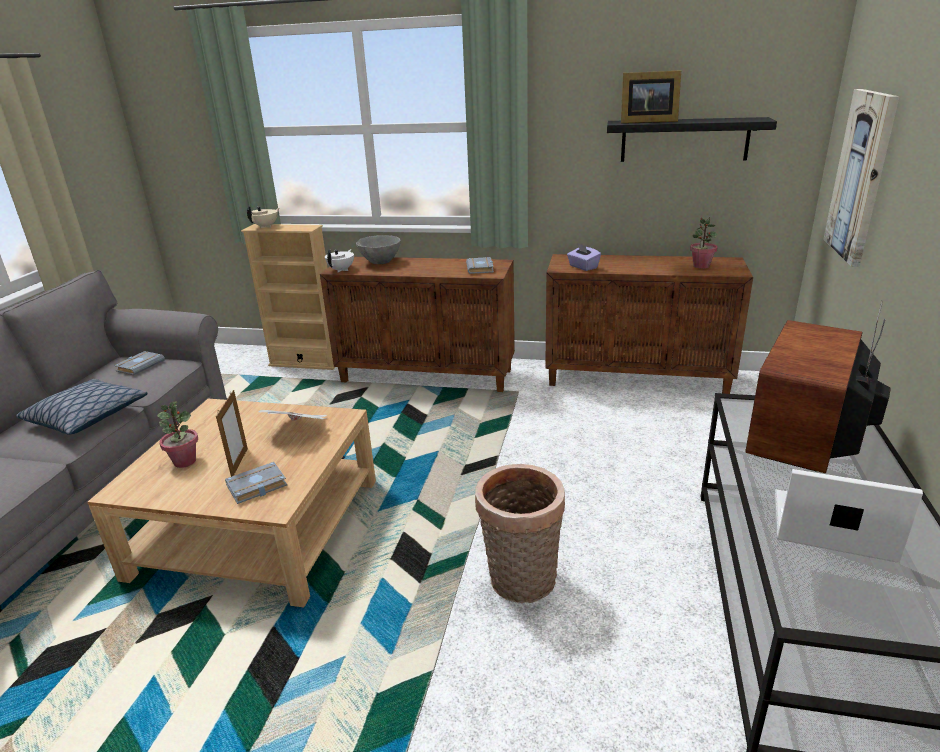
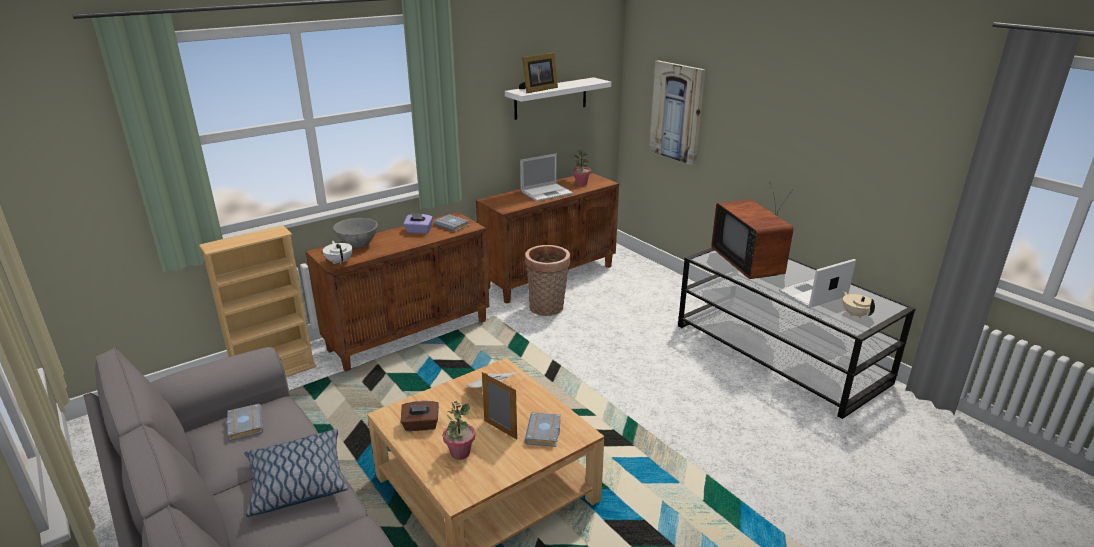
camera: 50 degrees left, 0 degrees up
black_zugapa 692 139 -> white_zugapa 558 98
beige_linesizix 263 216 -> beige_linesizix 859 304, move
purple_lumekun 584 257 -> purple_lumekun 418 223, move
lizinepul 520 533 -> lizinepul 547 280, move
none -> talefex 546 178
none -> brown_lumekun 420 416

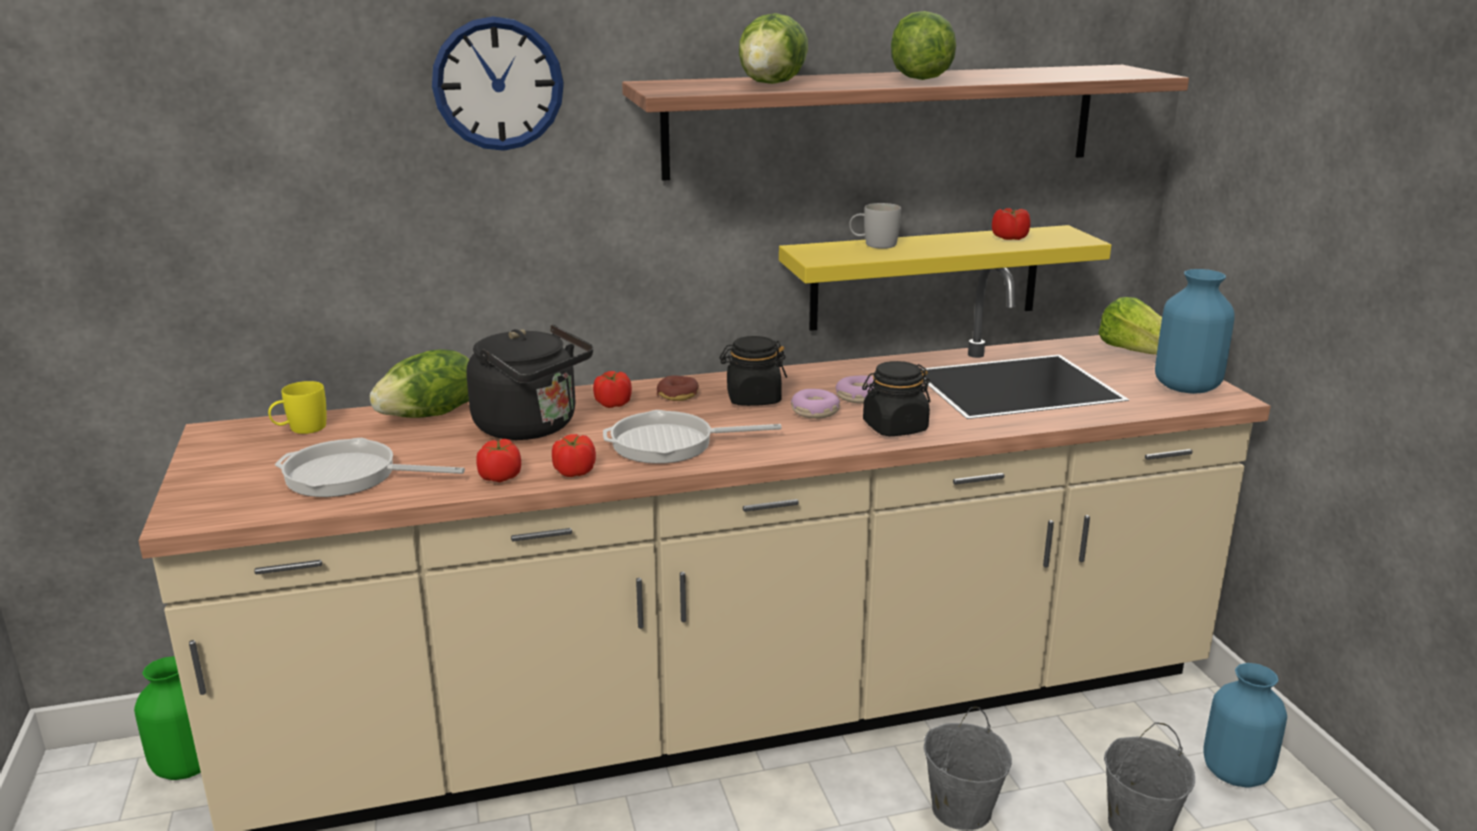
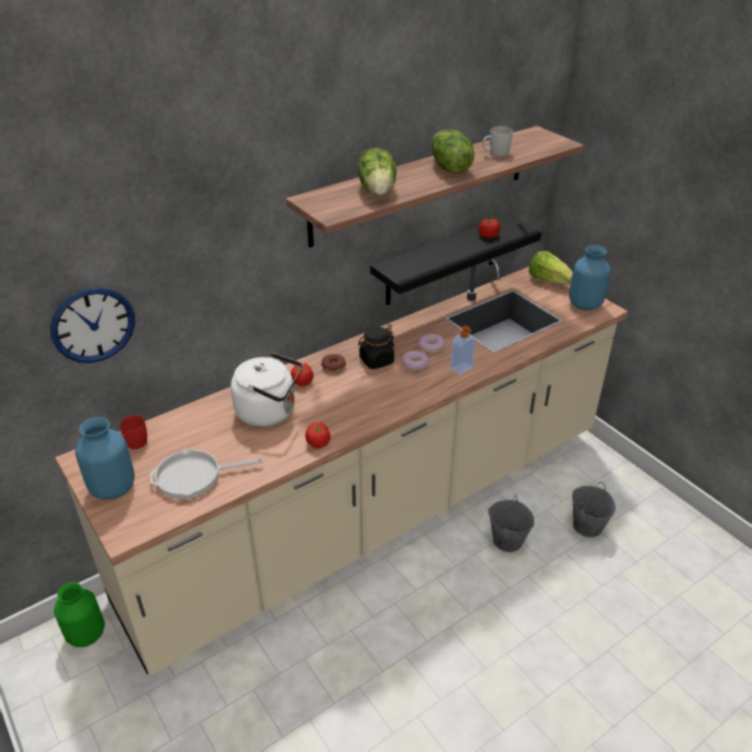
camera: 20 degrees left, 15 degrees up
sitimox 498 83 -> sitimox 92 325, move
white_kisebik 875 226 -> white_kisebik 497 141, move
yellow_zugapa 945 278 -> black_zugapa 456 260
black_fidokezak 529 382 -> white_fidokezak 267 389
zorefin 419 383 -> none
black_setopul 896 398 -> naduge 463 350
yellow_kisebik 297 407 -> red_kisebik 133 432
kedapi 692 437 -> none
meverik 498 460 -> none
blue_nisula 1245 725 -> blue_nisula 105 458, move

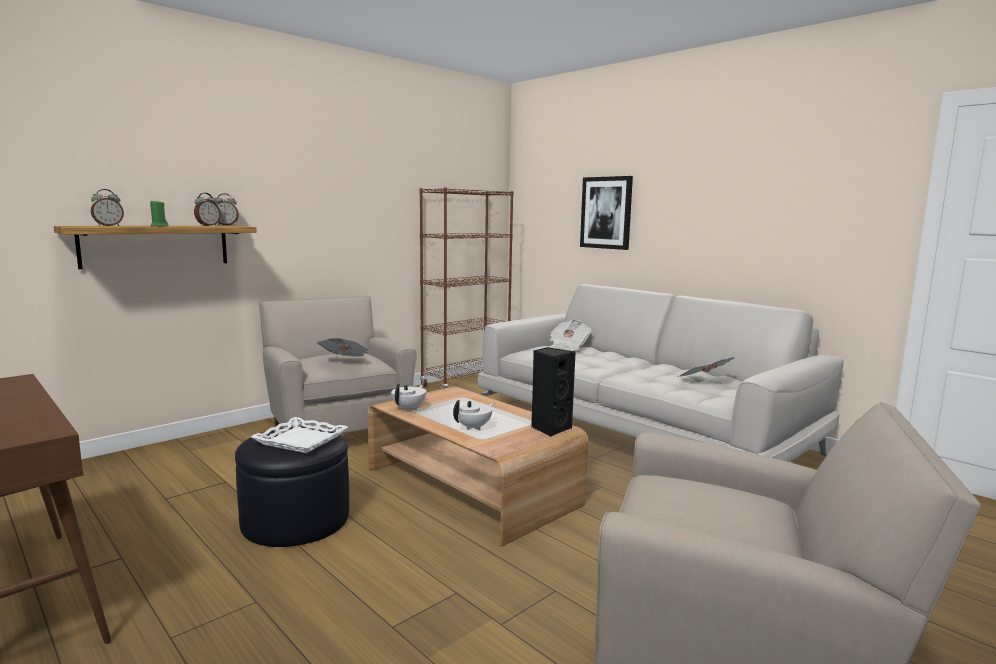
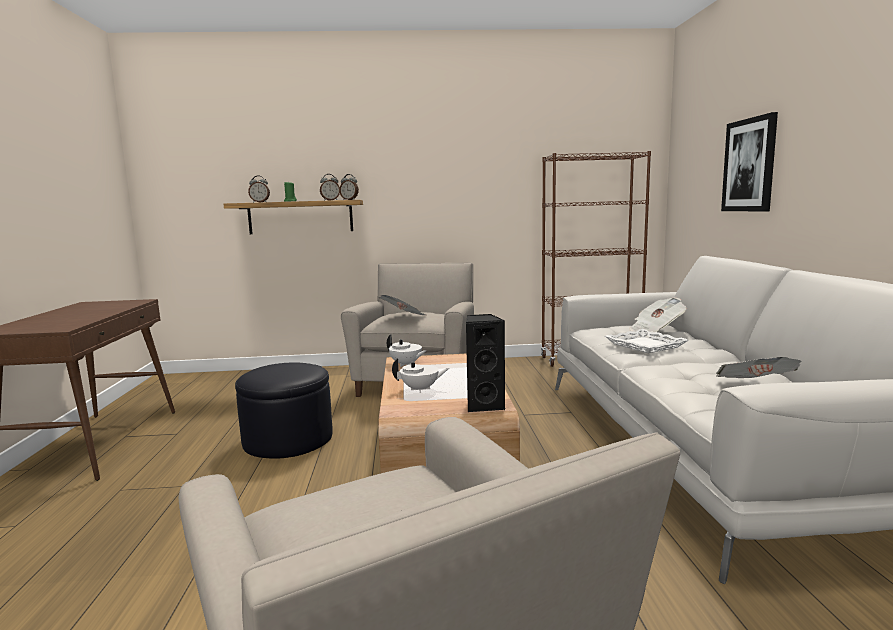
camera: 40 degrees right, 0 degrees up
white_linesizix 408 397 -> white_linesizix 407 350, 60 degrees clockwise
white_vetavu 299 435 -> white_vetavu 646 341, move

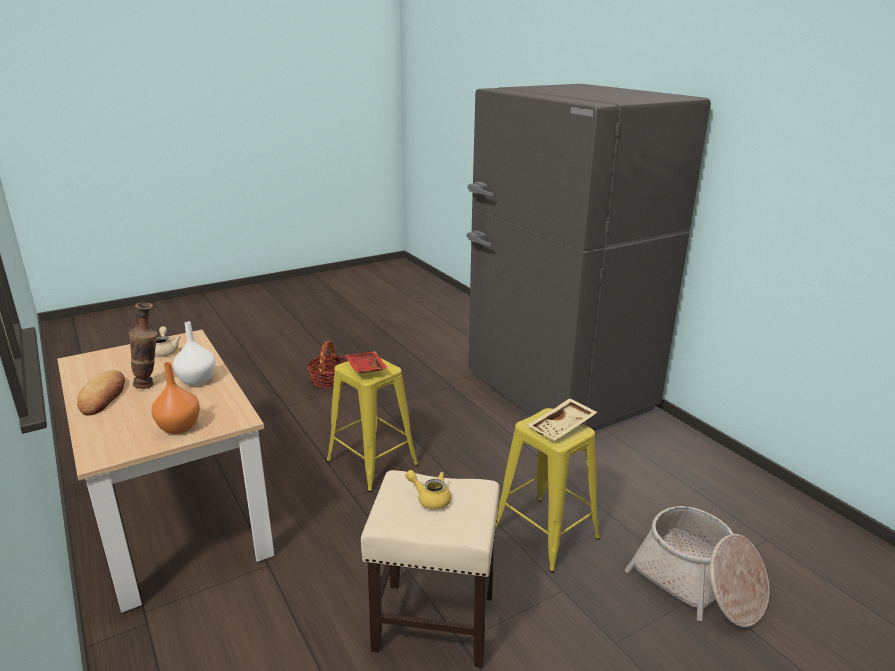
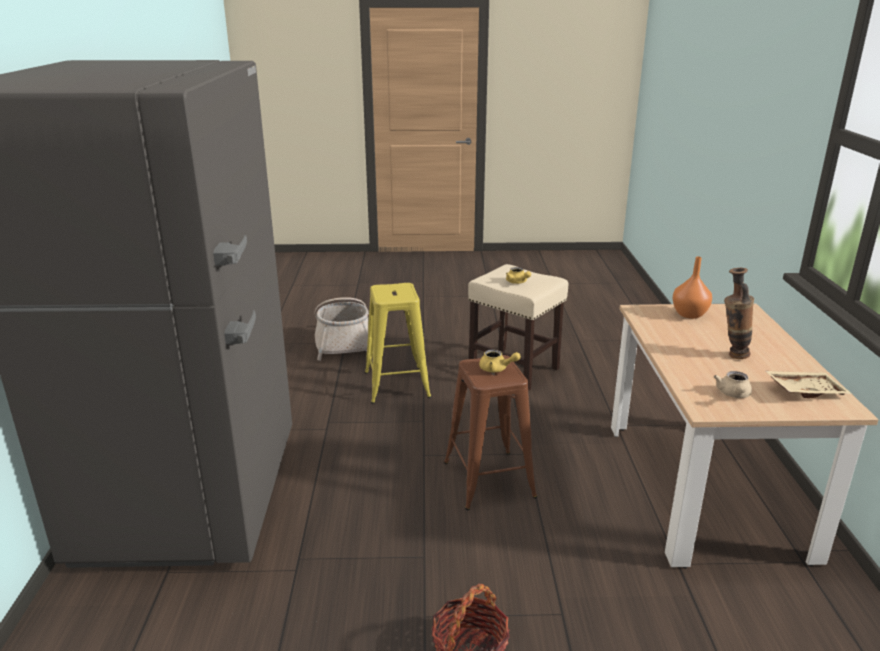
camera: 150 degrees left, 0 degrees up
white_nisula 194 353 -> none
red_vetavu 366 362 -> yellow_linesizix 500 361
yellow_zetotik 372 425 -> brown_zetotik 490 432
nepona 101 392 -> none
beige_vetavu 562 419 -> beige_vetavu 809 384, move

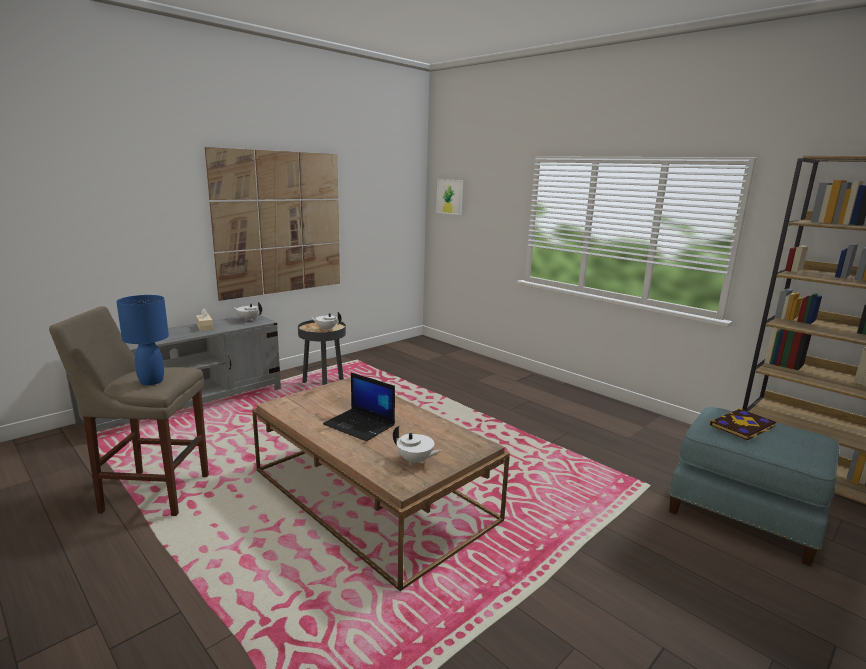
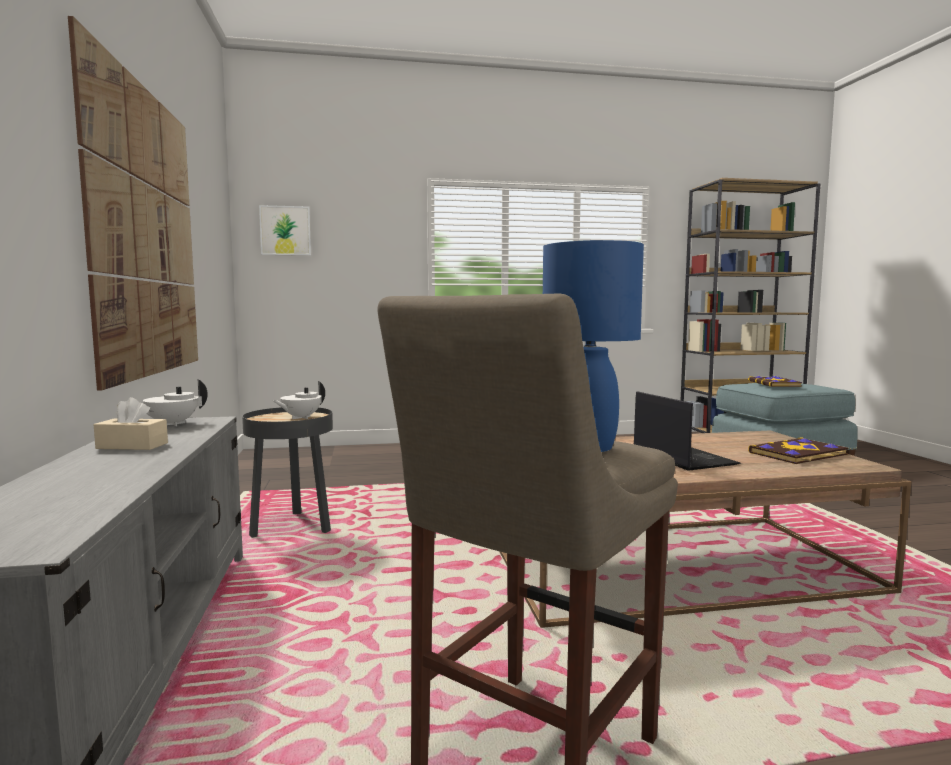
camera: 55 degrees left, 10 degrees down
talefex 359 406 -> talefex 687 431, 90 degrees counterclockwise
white_linesizix 417 445 -> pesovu 798 450

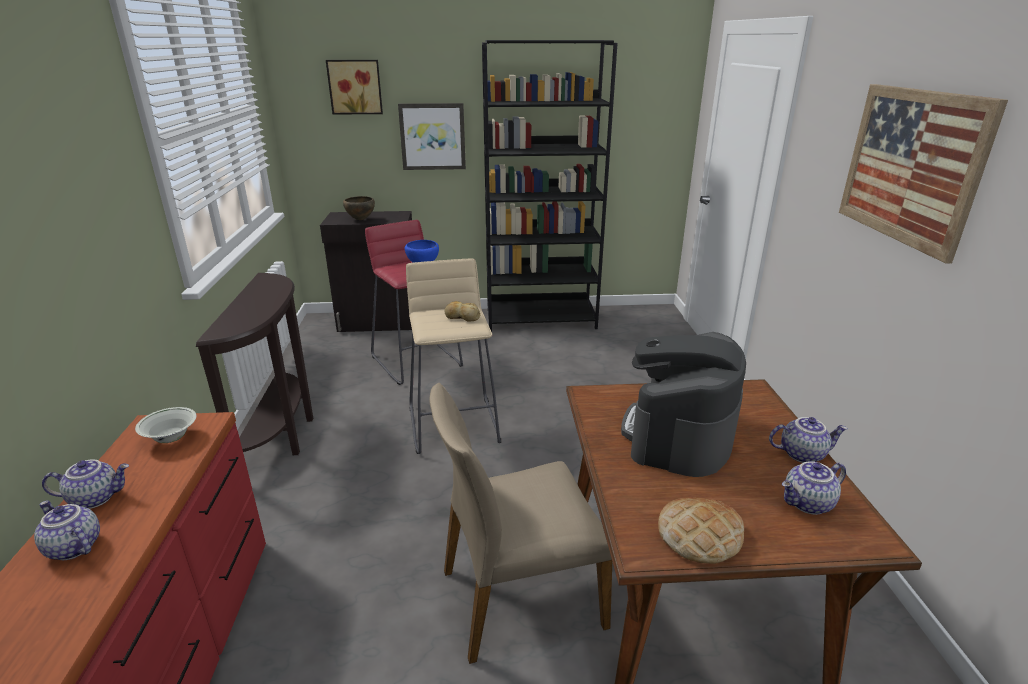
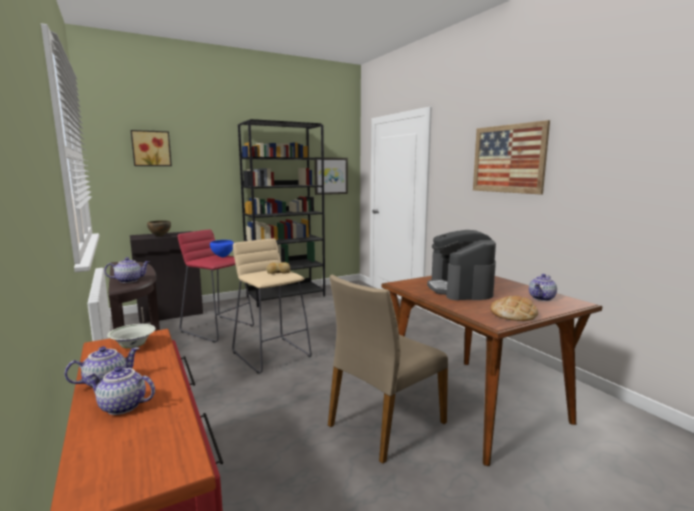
camera: 25 degrees left, 15 degrees down
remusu 432 136 -> remusu 331 176, move
linesizix 808 440 -> linesizix 126 270, move

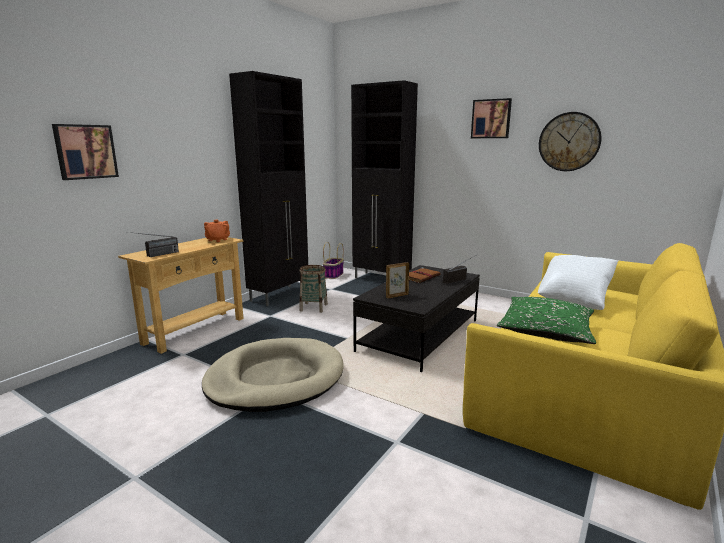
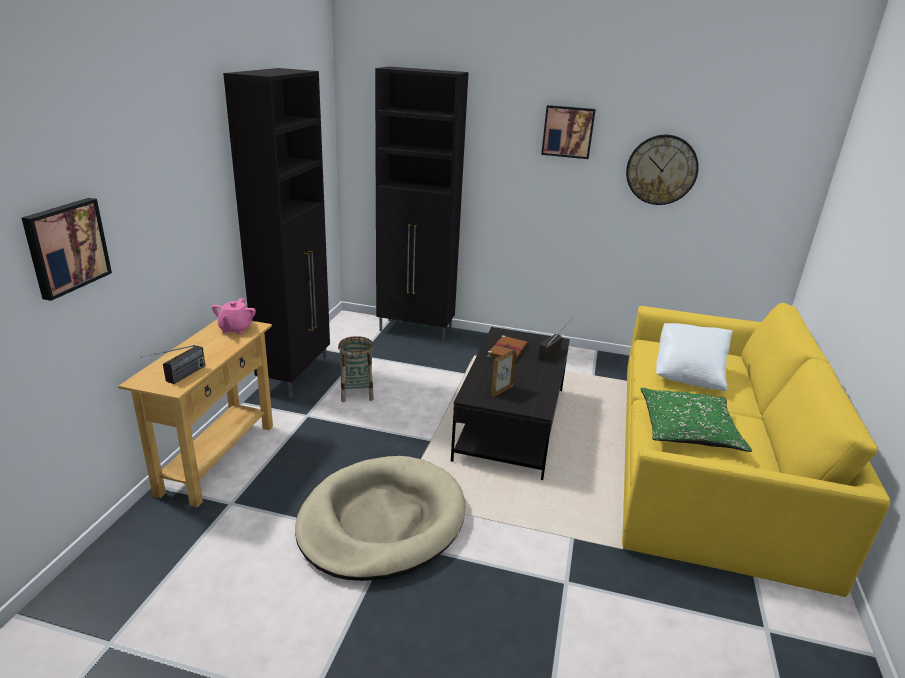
camera: 20 degrees left, 10 degrees up
orange_linesizix 217 231 -> pink_linesizix 234 316
lizinepul 333 260 -> none

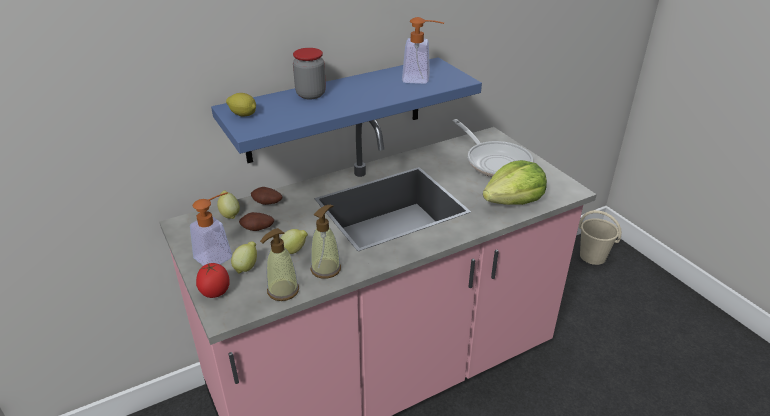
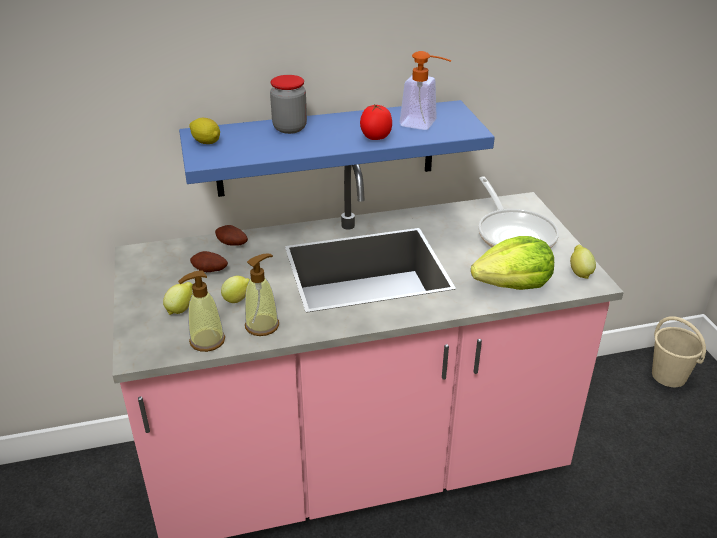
camera: 15 degrees right, 0 degrees up
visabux 228 204 -> visabux 583 262, move
naduge 211 229 -> none
meverik 213 280 -> meverik 376 122, move

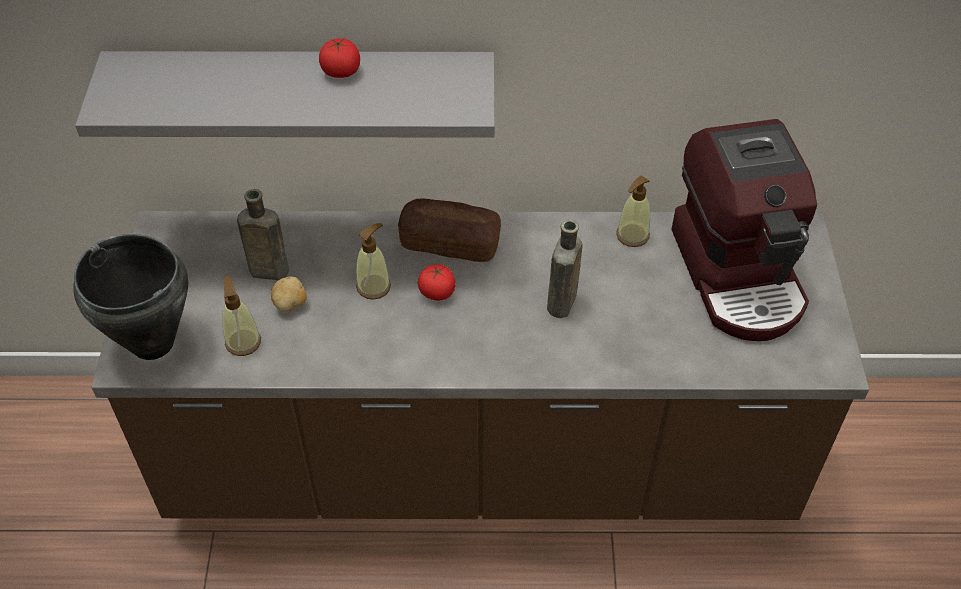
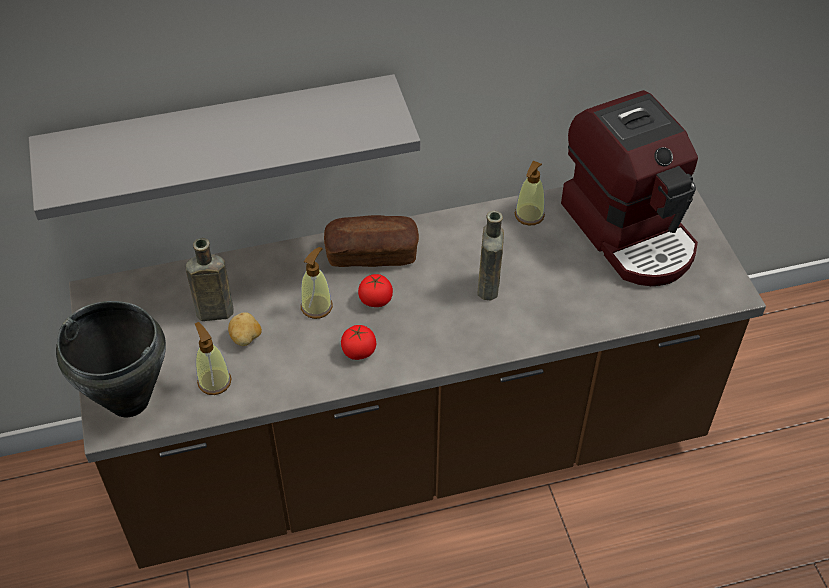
camera: 15 degrees left, 0 degrees up
meverik 339 58 -> meverik 358 342, move

